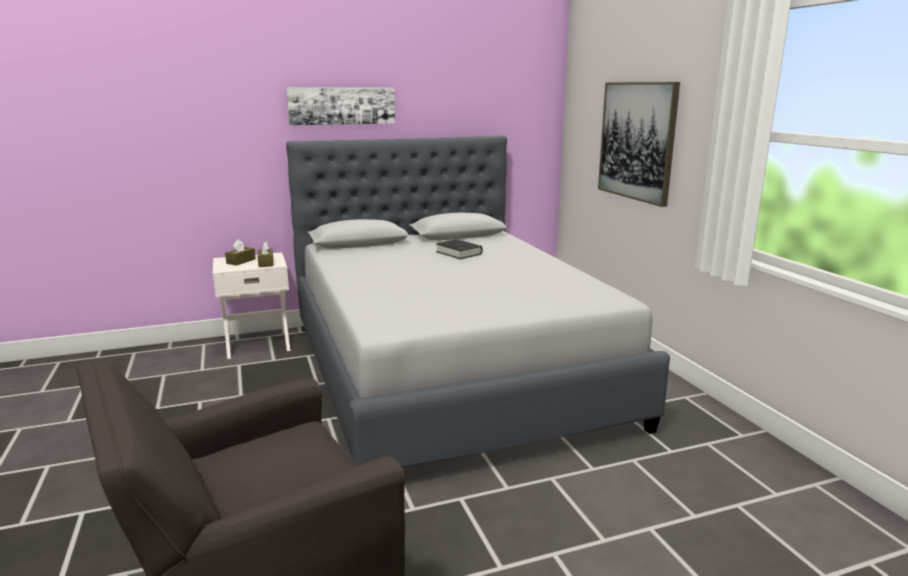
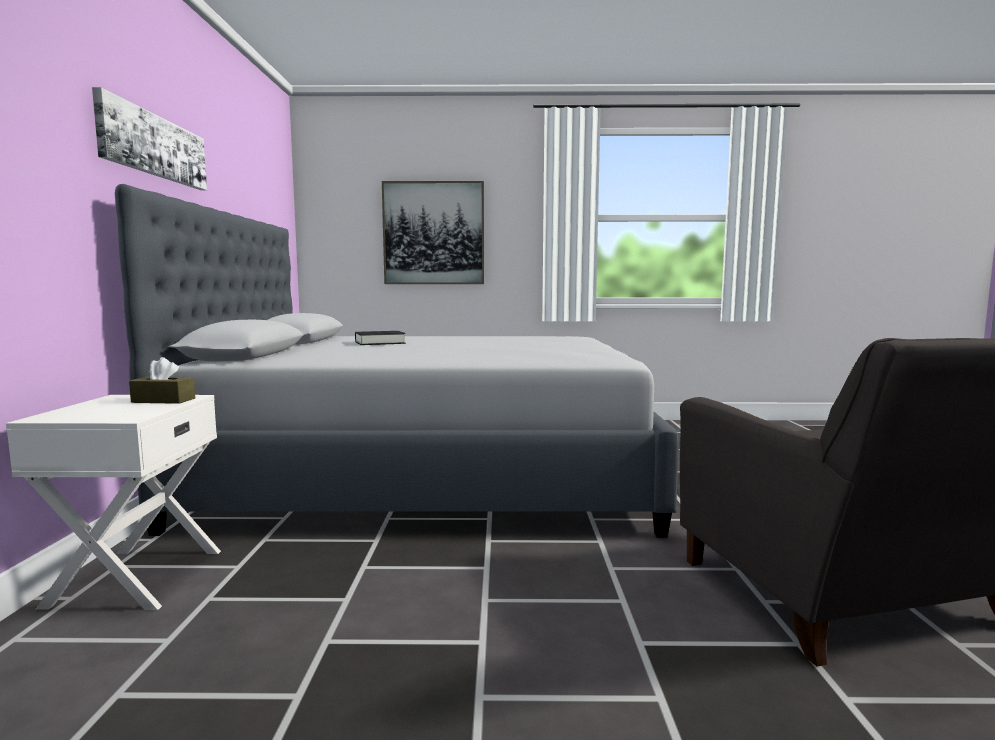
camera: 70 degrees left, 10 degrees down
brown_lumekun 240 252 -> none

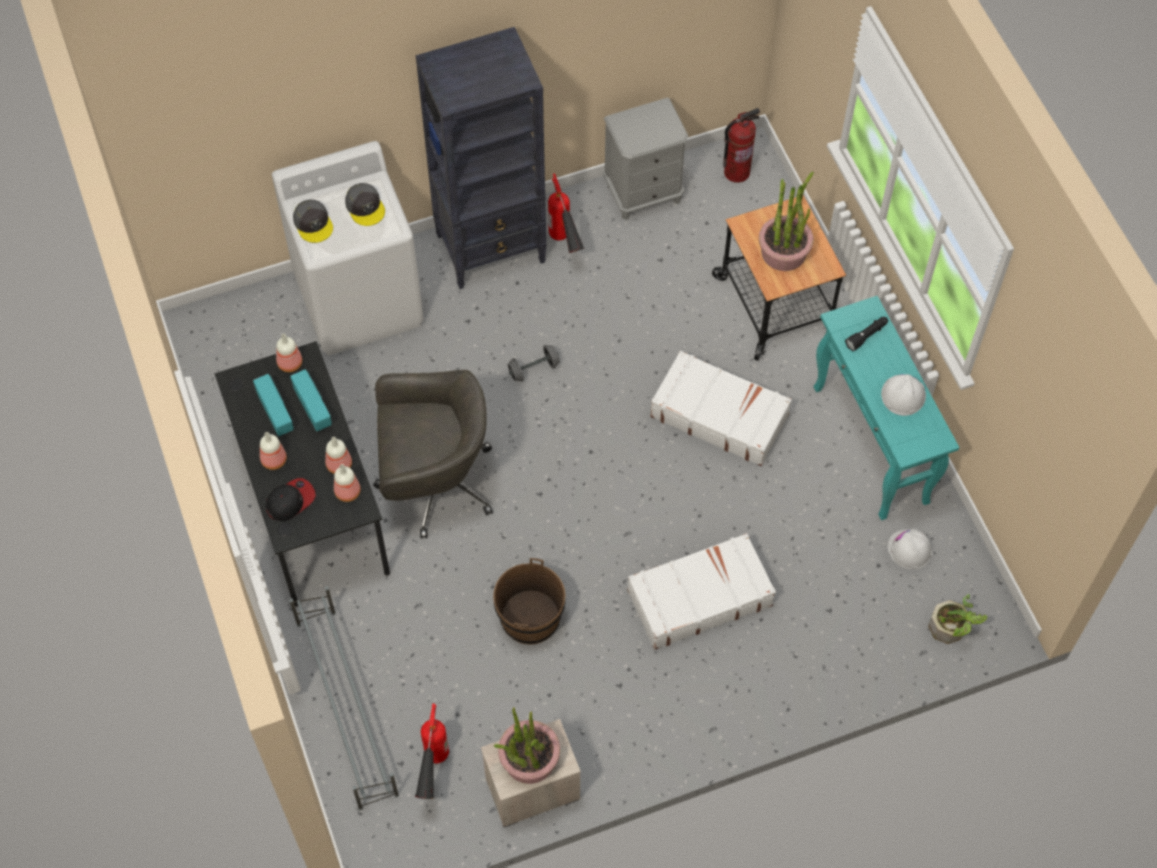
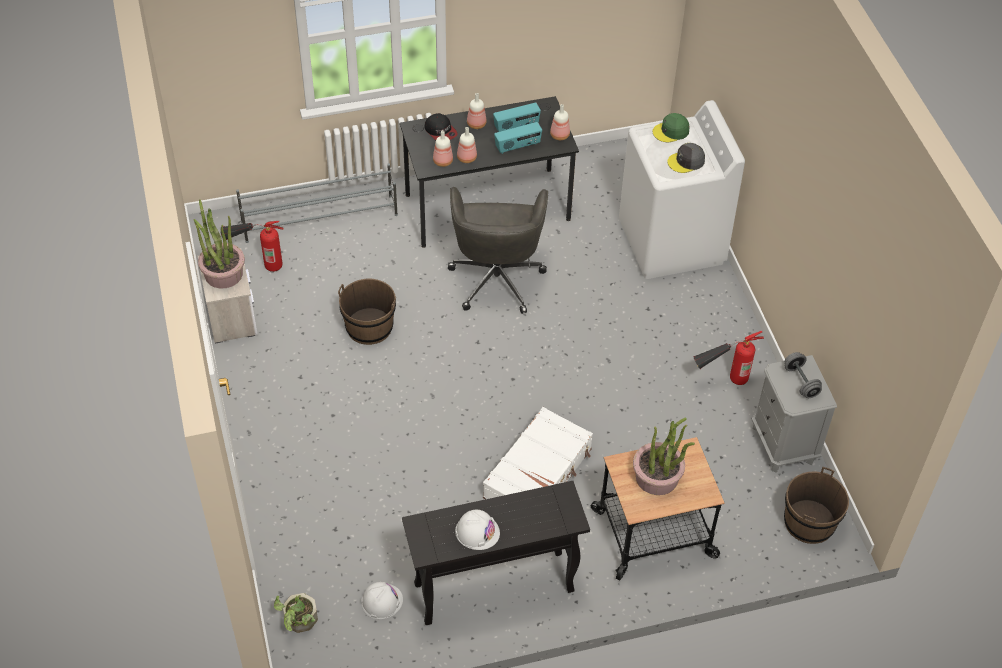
camera: 95 degrees right, 10 degrees down
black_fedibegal 481 158 -> none
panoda 741 145 -> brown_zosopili 816 505
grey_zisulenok 313 221 -> green_zisulenok 670 127
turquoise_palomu 886 408 -> black_palomu 496 553
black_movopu 866 334 -> none
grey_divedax 534 363 -> grey_divedax 803 375, move
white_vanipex 701 591 -> none

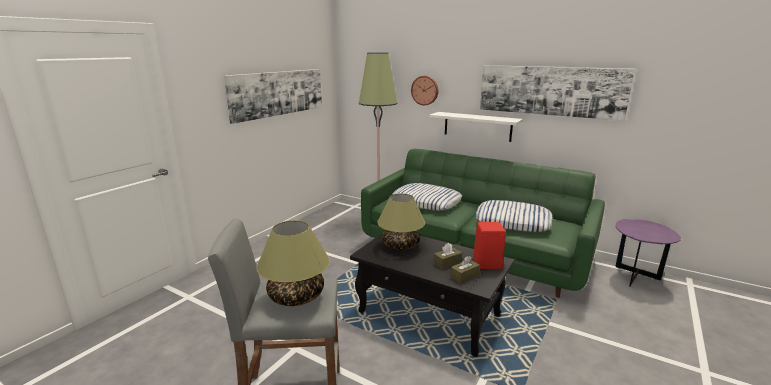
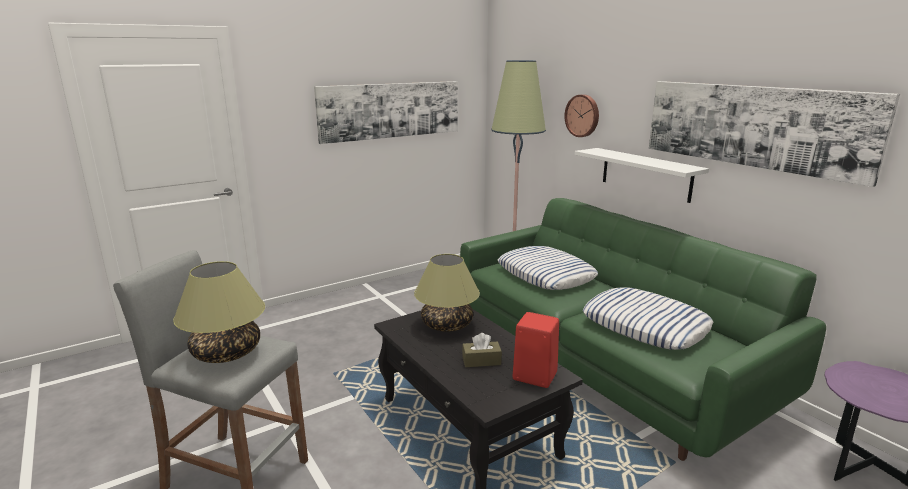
camera: 25 degrees right, 0 degrees up
brown_lumekun 465 269 -> none

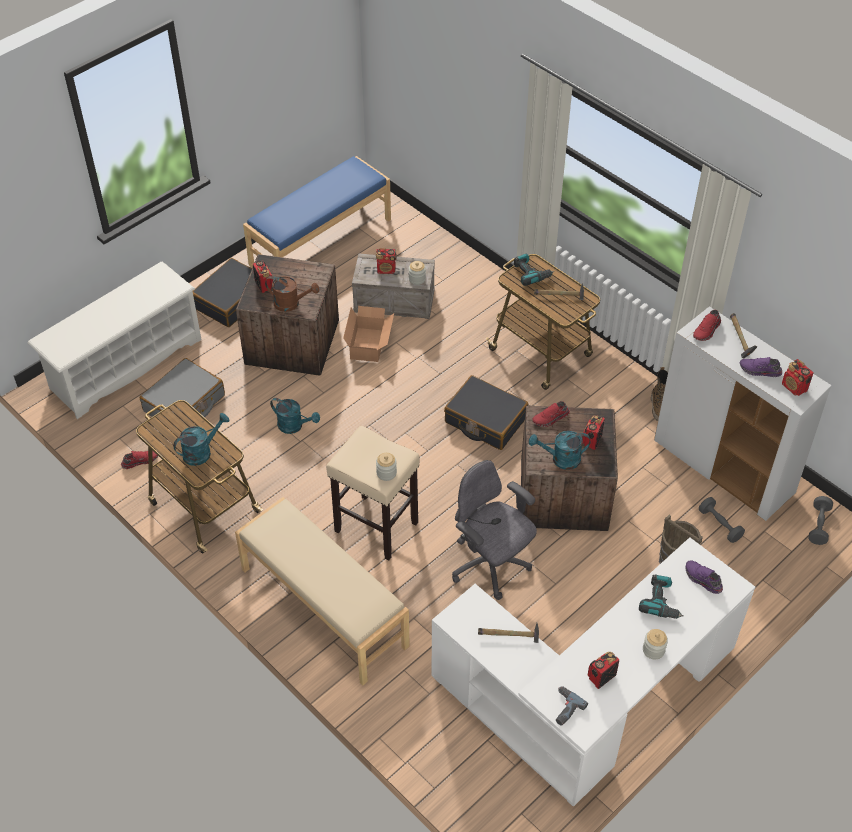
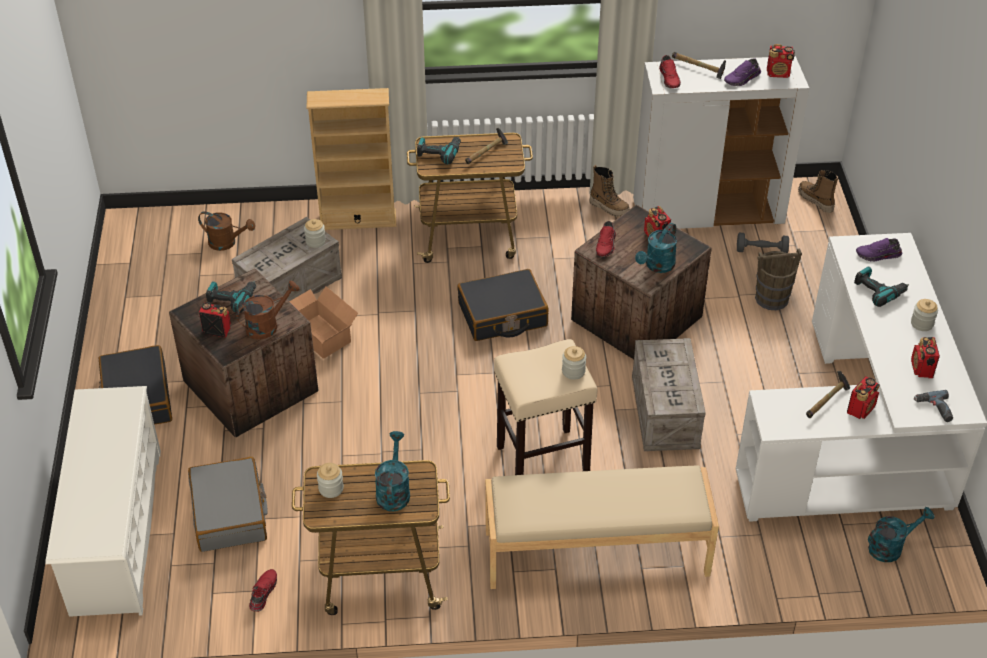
camera: 50 degrees left, 5 degrees down
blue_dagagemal 317 212 -> none
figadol 386 261 -> figadol 863 397, move
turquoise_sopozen 295 416 -> turquoise_sopozen 901 534, move
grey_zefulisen 494 530 -> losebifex 669 394
grey_divedax 821 520 -> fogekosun 818 191
none -> beige_fedibegal 351 159
none -> brown_sopozen 226 231
none -> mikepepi 231 297
none -> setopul 330 480

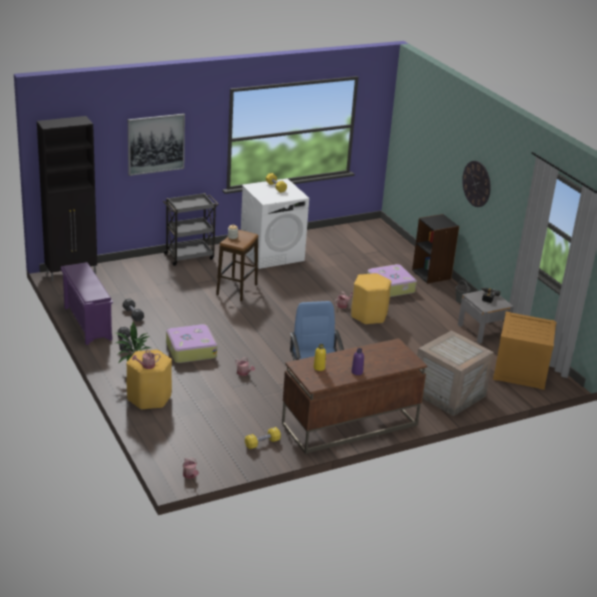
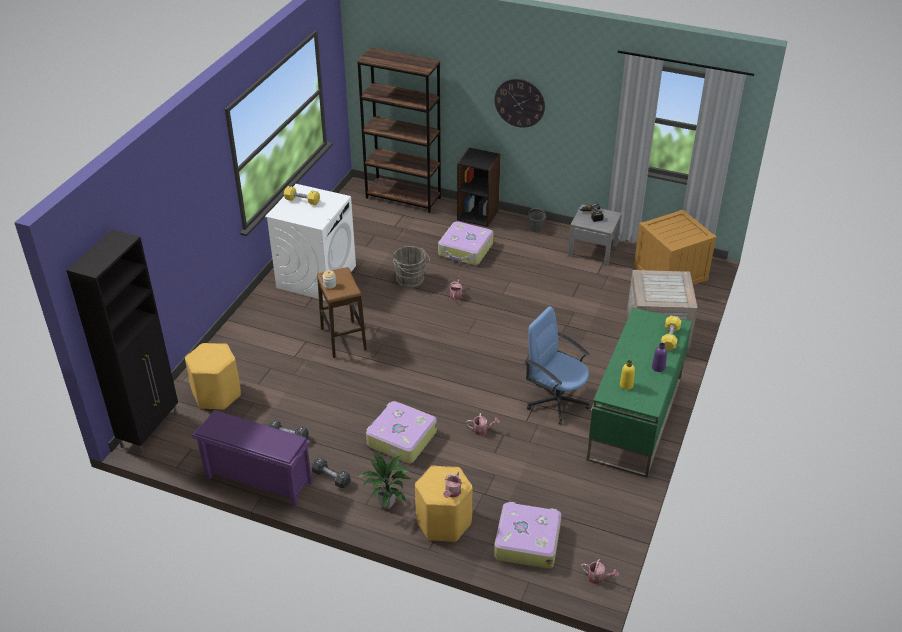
camera: 40 degrees left, 10 degrees up
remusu 156 144 -> none
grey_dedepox 191 229 -> none
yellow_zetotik 371 299 -> yellow_zetotik 213 376, move
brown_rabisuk 354 396 -> green_rabisuk 639 393
yellow_divedax 263 438 -> yellow_divedax 671 333, move
none -> brown_fedibegal 399 130
none -> grey_zosopili 411 267
none -> vanipex 527 535

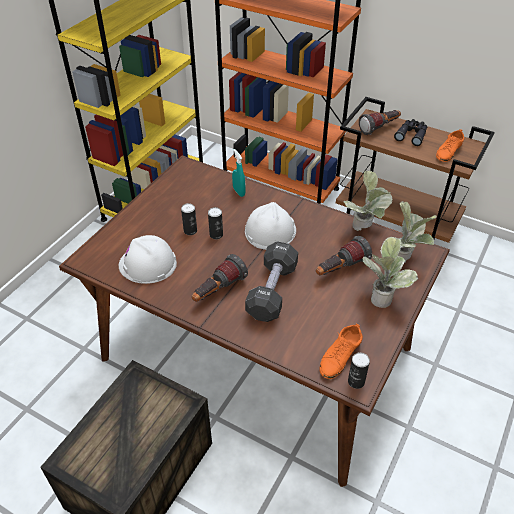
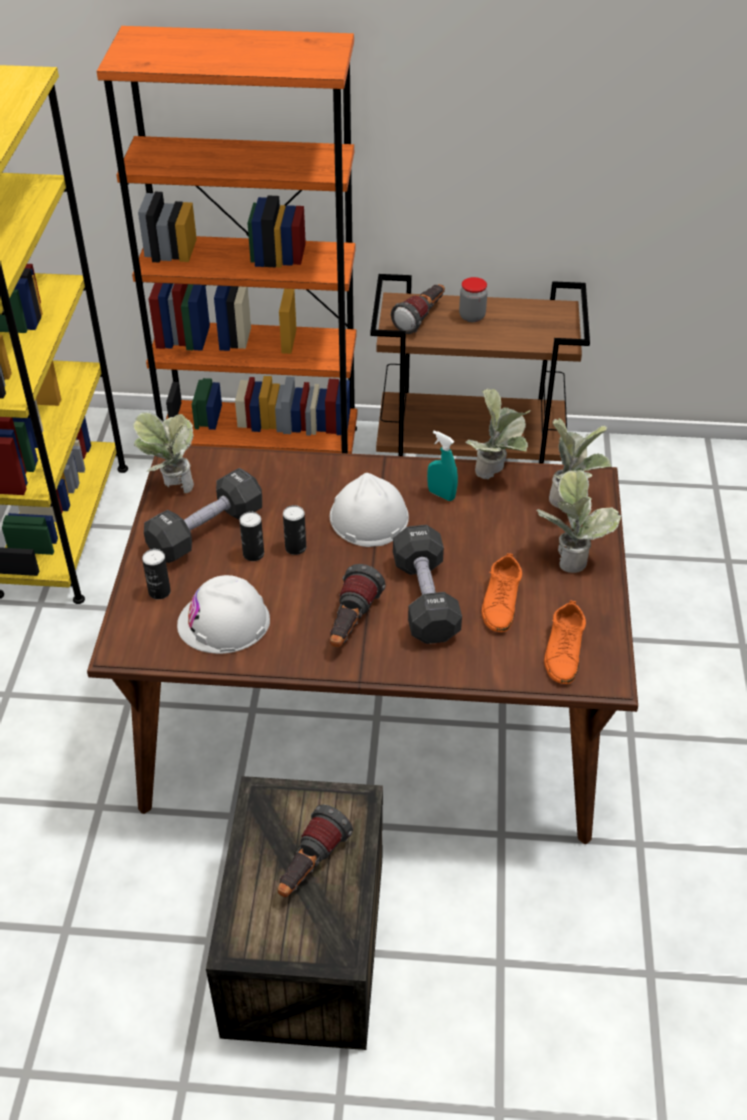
camera: 25 degrees left, 0 degrees up
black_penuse 410 132 -> setopul 473 299
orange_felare 450 145 -> orange_felare 502 592, move
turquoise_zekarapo 239 173 -> turquoise_zekarapo 442 466, move
movopu 344 255 -> movopu 315 851, move
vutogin 359 370 -> vutogin 156 574, move
none -> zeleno 163 452
none -> black_divedax 203 515

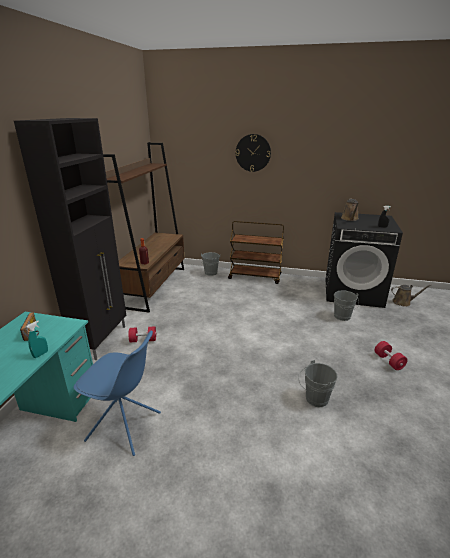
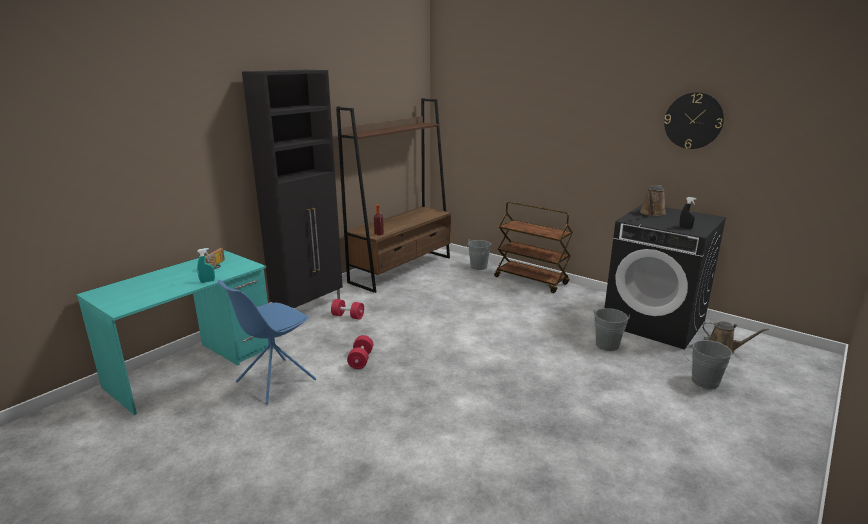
camera: 25 degrees right, 5 degrees down
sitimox 253 153 -> sitimox 694 120, move
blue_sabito 117 393 -> blue_sabito 267 342, 90 degrees clockwise
red_divedax 391 355 -> red_divedax 360 352, move
grey_zosopili 318 383 -> grey_zosopili 708 362, move

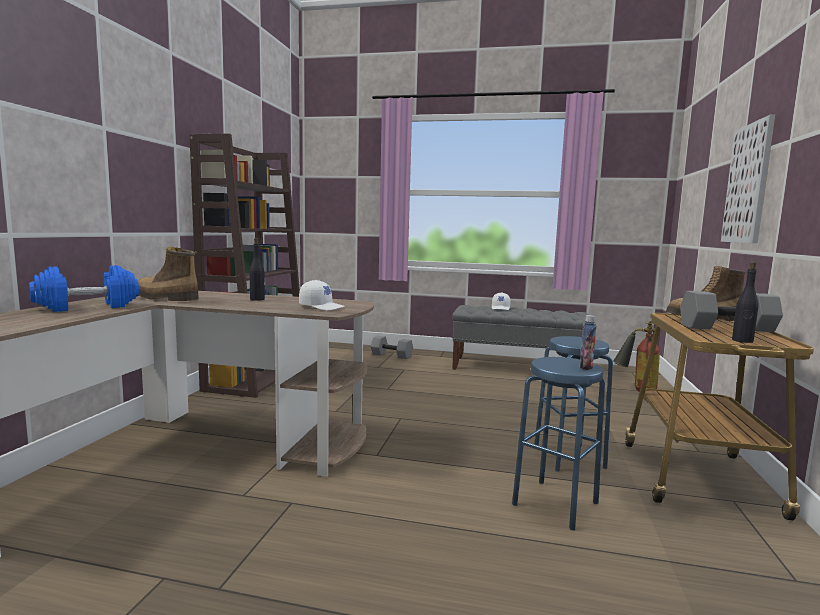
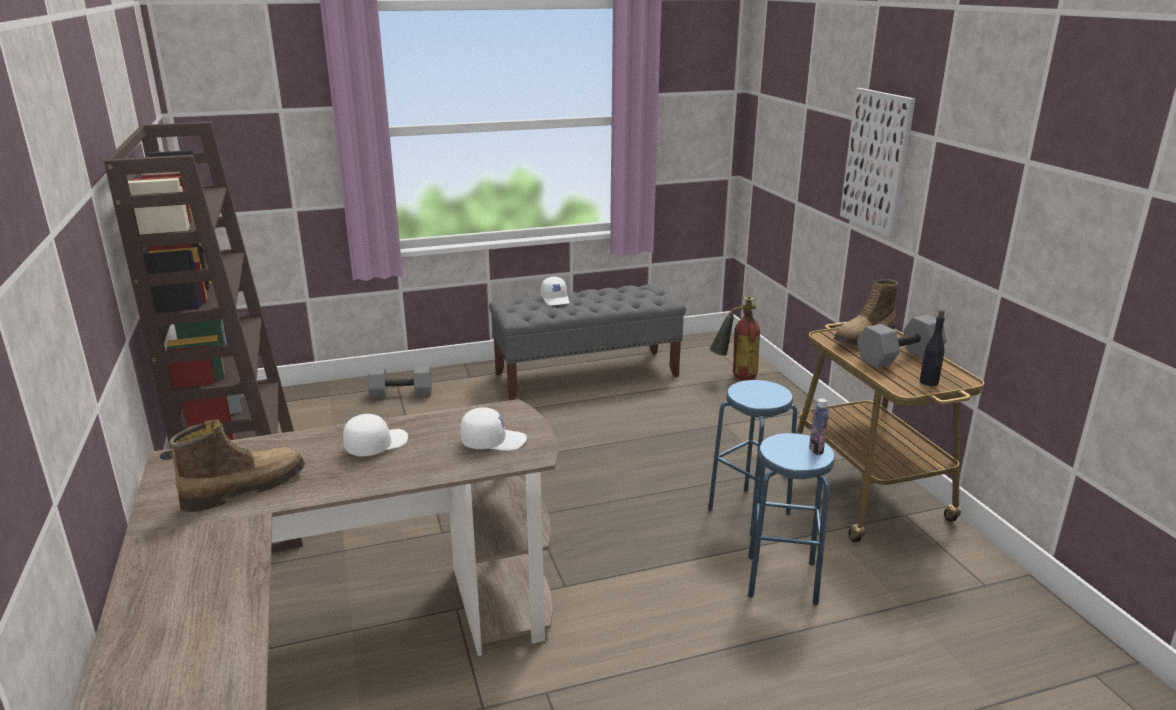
camera: 30 degrees left, 15 degrees up
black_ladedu 257 269 -> white_zisulenok 375 435
fogekosun 168 274 -> fogekosun 237 465, 150 degrees clockwise
blue_divedax 84 288 -> none

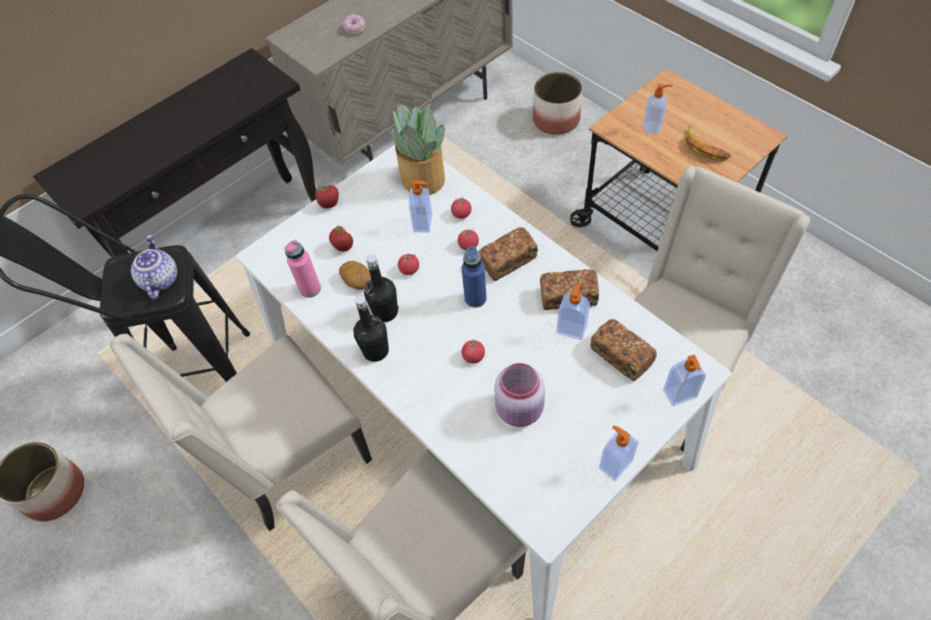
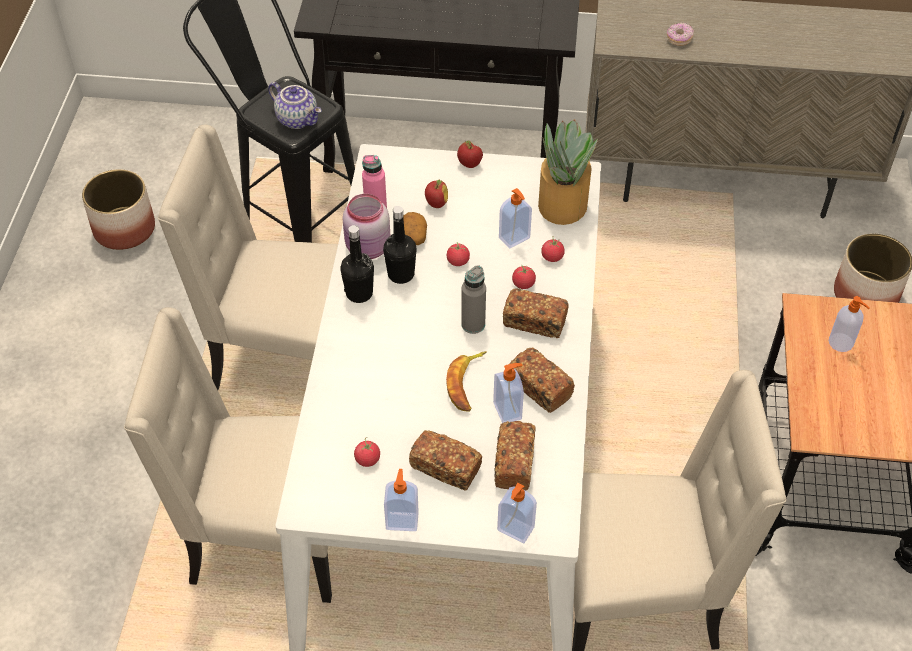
camera: 45 degrees right, 5 degrees down
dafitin 708 143 -> dafitin 466 381, move
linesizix 154 267 -> linesizix 295 105, 90 degrees clockwise
blue_ladedu 474 277 -> grey_ladedu 473 299
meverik 473 351 -> meverik 367 452, move
pink_setopul 519 395 -> pink_setopul 366 226, move
none -> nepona 445 460

